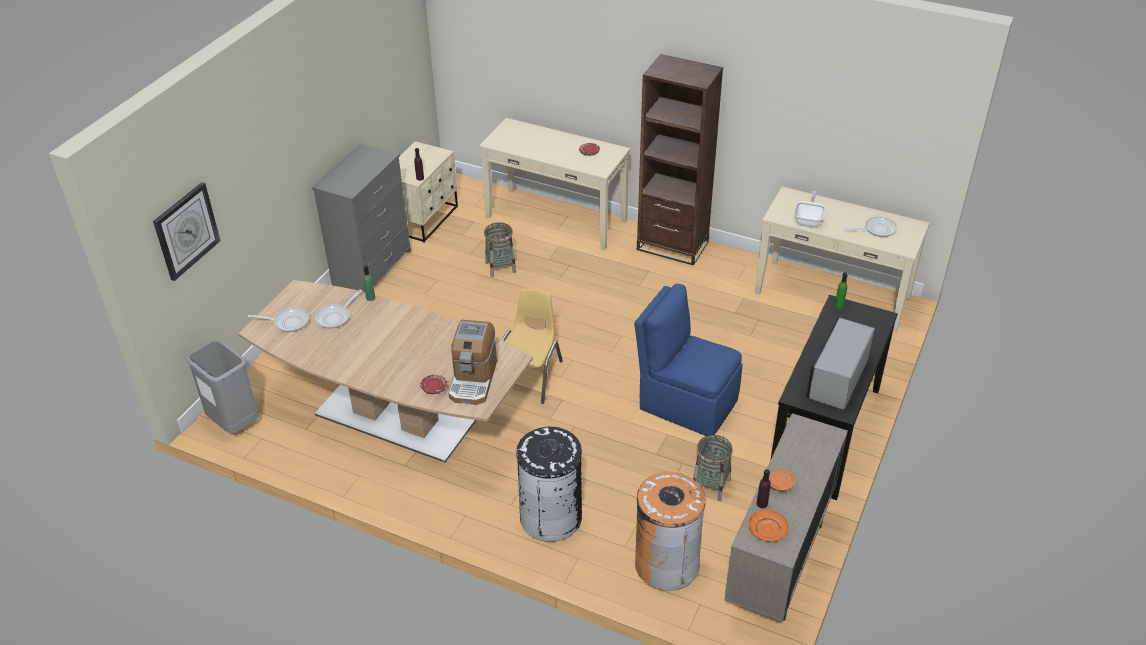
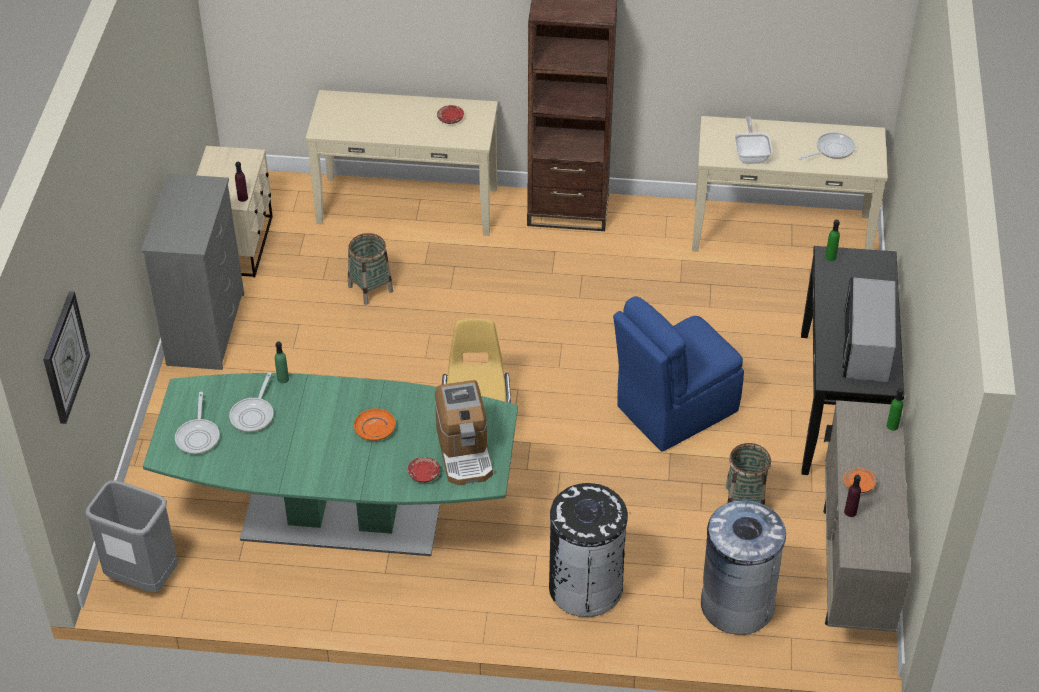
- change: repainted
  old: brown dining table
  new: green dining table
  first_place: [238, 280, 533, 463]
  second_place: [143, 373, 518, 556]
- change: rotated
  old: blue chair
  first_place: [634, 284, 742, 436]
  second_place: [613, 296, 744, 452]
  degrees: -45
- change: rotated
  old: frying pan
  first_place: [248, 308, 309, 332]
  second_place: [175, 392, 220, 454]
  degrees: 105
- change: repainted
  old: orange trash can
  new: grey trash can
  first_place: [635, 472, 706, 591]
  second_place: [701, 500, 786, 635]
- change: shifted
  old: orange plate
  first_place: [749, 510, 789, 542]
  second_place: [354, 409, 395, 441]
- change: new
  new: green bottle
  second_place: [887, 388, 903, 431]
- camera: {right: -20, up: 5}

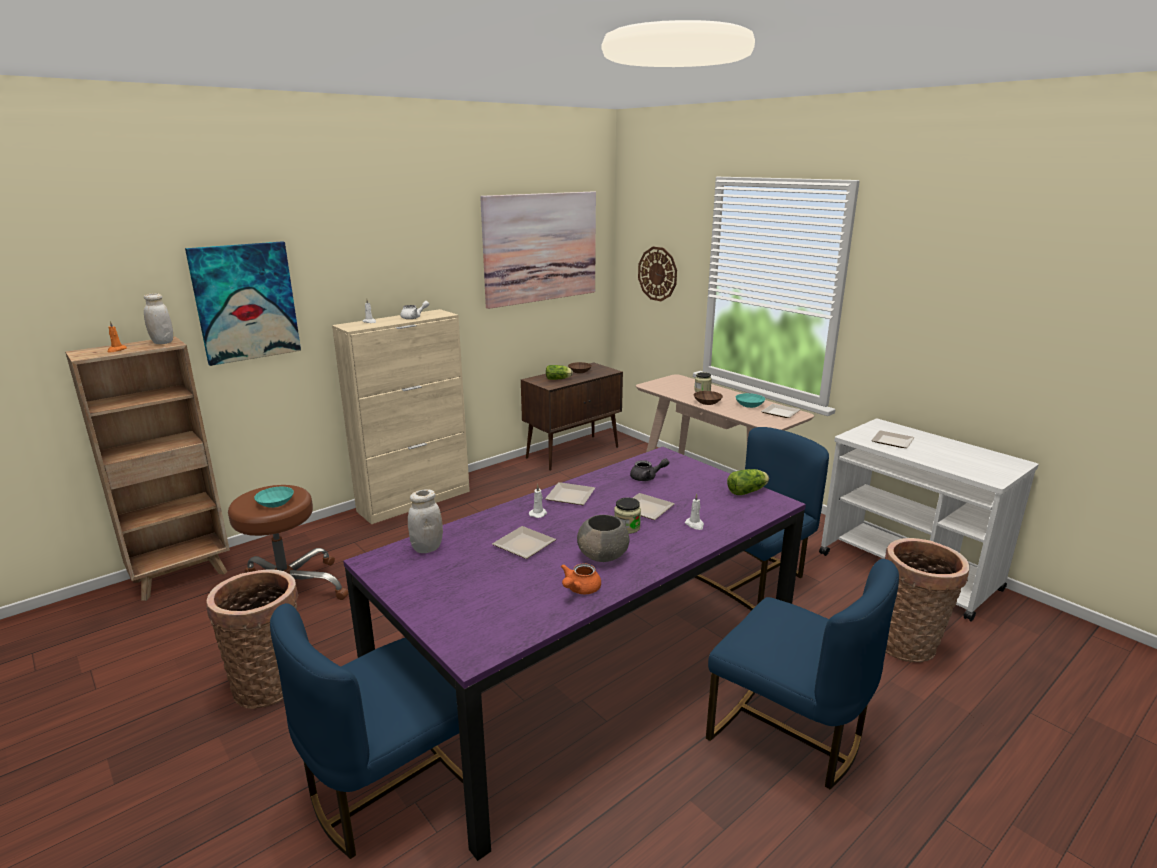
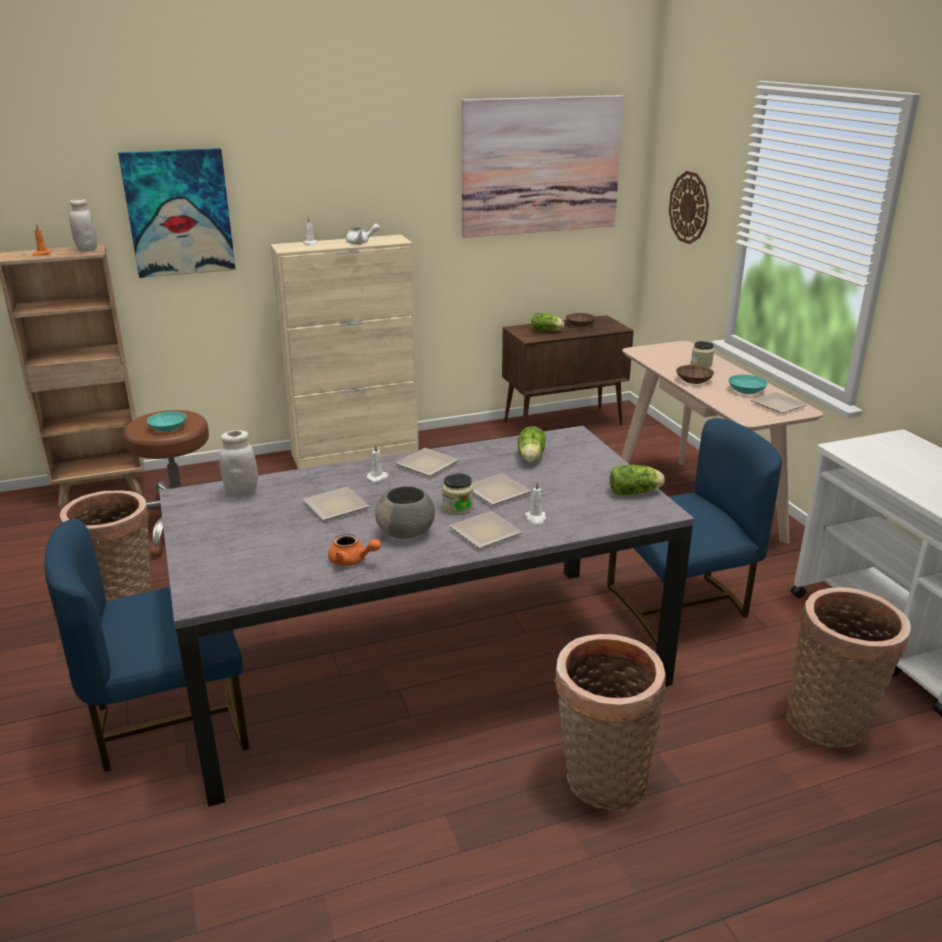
- change: shifted
  old: plate
  first_place: [871, 430, 915, 448]
  second_place: [449, 511, 522, 549]
- change: repainted
  old: purple dining table
  new: grey dining table
  first_place: [343, 447, 806, 861]
  second_place: [159, 426, 694, 807]
- change: swapped
  old: grey teapot
  new: lettuce
  first_place: [630, 458, 669, 481]
  second_place: [518, 426, 546, 462]
- change: swapped
  old: blue chair
  new: basket
  first_place: [706, 559, 899, 789]
  second_place: [554, 634, 666, 811]
- change: rotated
  old: orange teapot
  first_place: [561, 563, 601, 594]
  second_place: [328, 533, 381, 566]
  degrees: -120
- camera: {right: 20, up: 5}

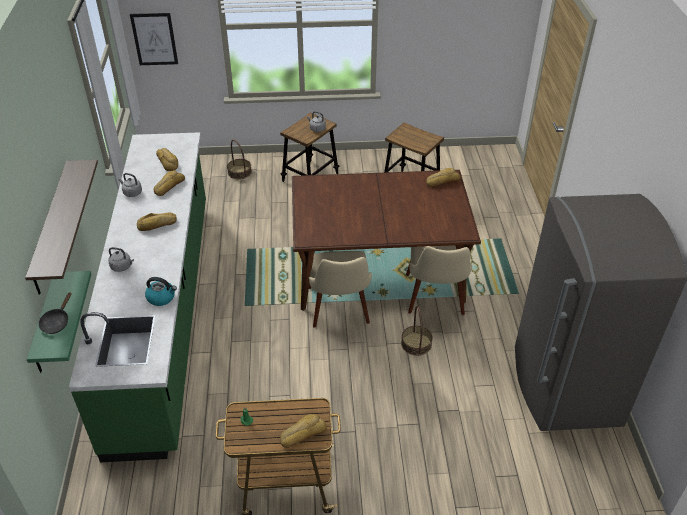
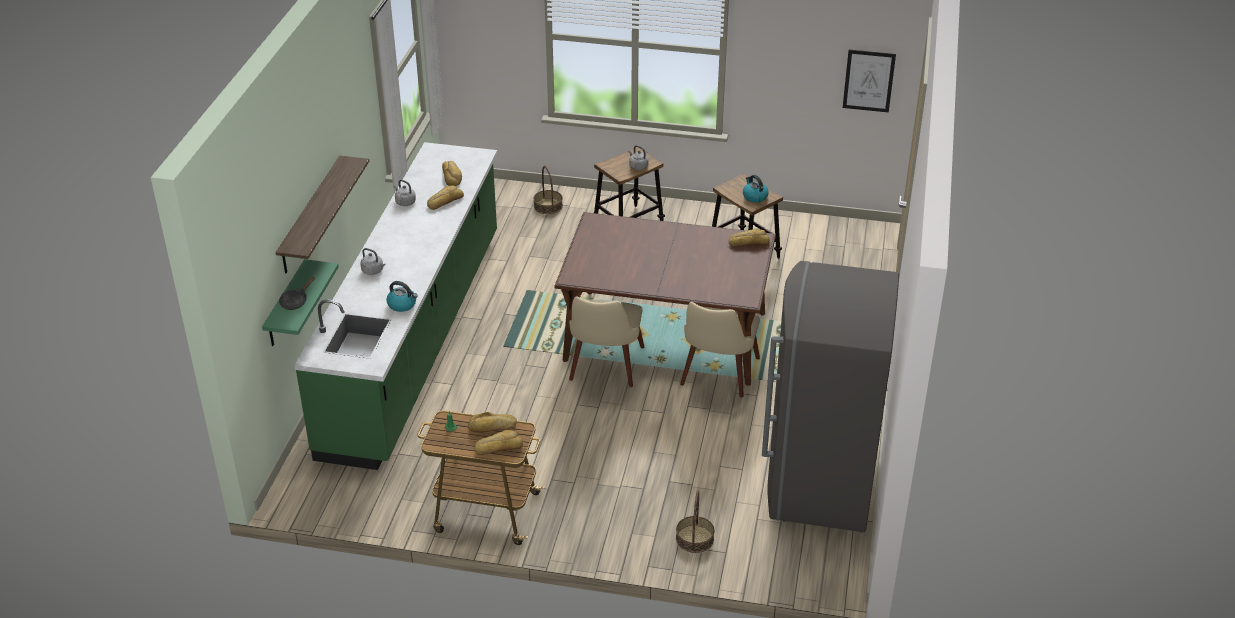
- change: shifted
  old: picture
  first_place: [130, 13, 178, 65]
  second_place: [843, 50, 896, 112]
- change: shifted
  old: bread
  first_place: [137, 213, 177, 231]
  second_place: [468, 412, 517, 433]
- change: shifted
  old: basket
  first_place: [401, 306, 433, 356]
  second_place: [676, 491, 714, 553]
- change: new
  new: kettle
  second_place: [743, 175, 769, 203]
- camera: {right: 15, up: -5}

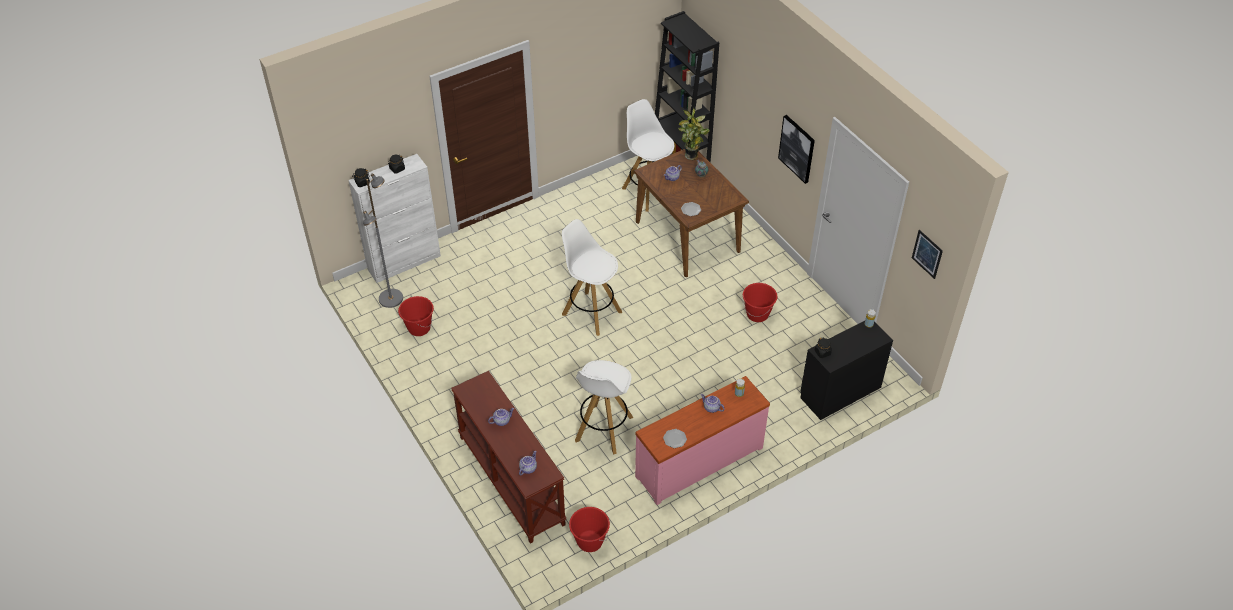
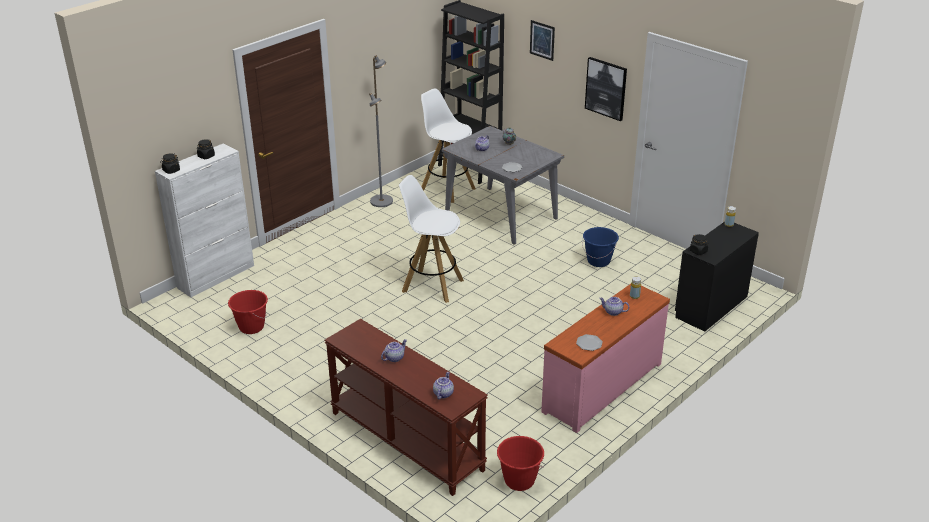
- change: gone
  old: potted plant
  first_place: [678, 108, 710, 160]
- change: repainted
  old: brown dining table
  new: grey dining table
  first_place: [634, 149, 749, 277]
  second_place: [442, 126, 564, 245]
- change: shifted
  old: grey floor lamp
  first_place: [363, 173, 403, 308]
  second_place: [369, 55, 393, 207]
- change: shifted
  old: picture
  first_place: [912, 230, 943, 279]
  second_place: [530, 20, 555, 61]
- change: repainted
  old: red bucket
  new: blue bucket
  first_place: [743, 283, 777, 322]
  second_place: [582, 227, 619, 267]
- change: gone
  old: white stool
  first_place: [575, 360, 633, 455]
- camera: {right: -15, up: -15}

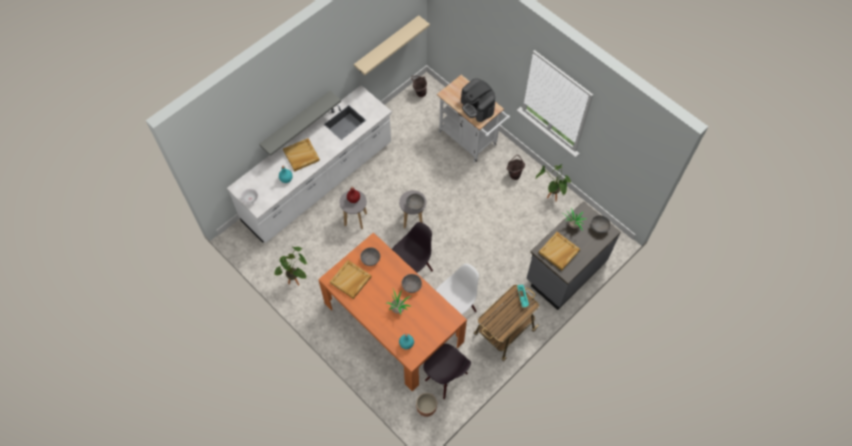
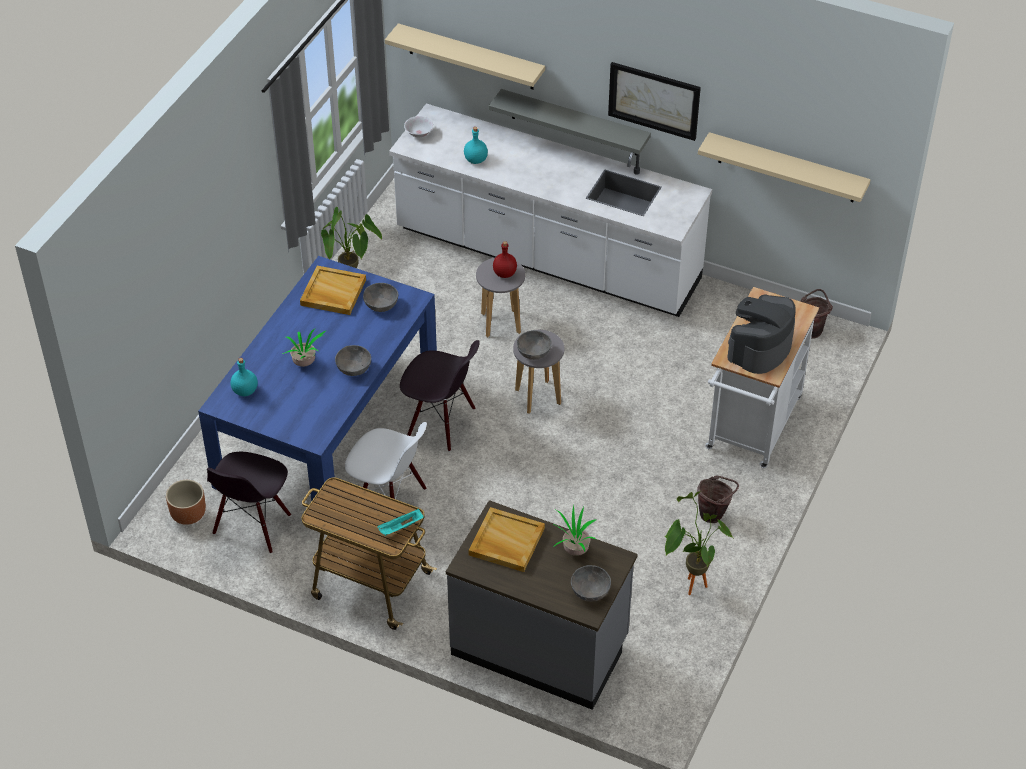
- change: gone
  old: beige tray
  first_place: [283, 138, 320, 172]
- change: repainted
  old: orange dining table
  new: blue dining table
  first_place: [318, 232, 467, 391]
  second_place: [198, 256, 437, 502]
- change: new
  new: beige shelf
  second_place: [385, 23, 545, 89]
- change: new
  new: picture
  second_place: [608, 62, 701, 141]
- camera: {right: 70, up: -15}

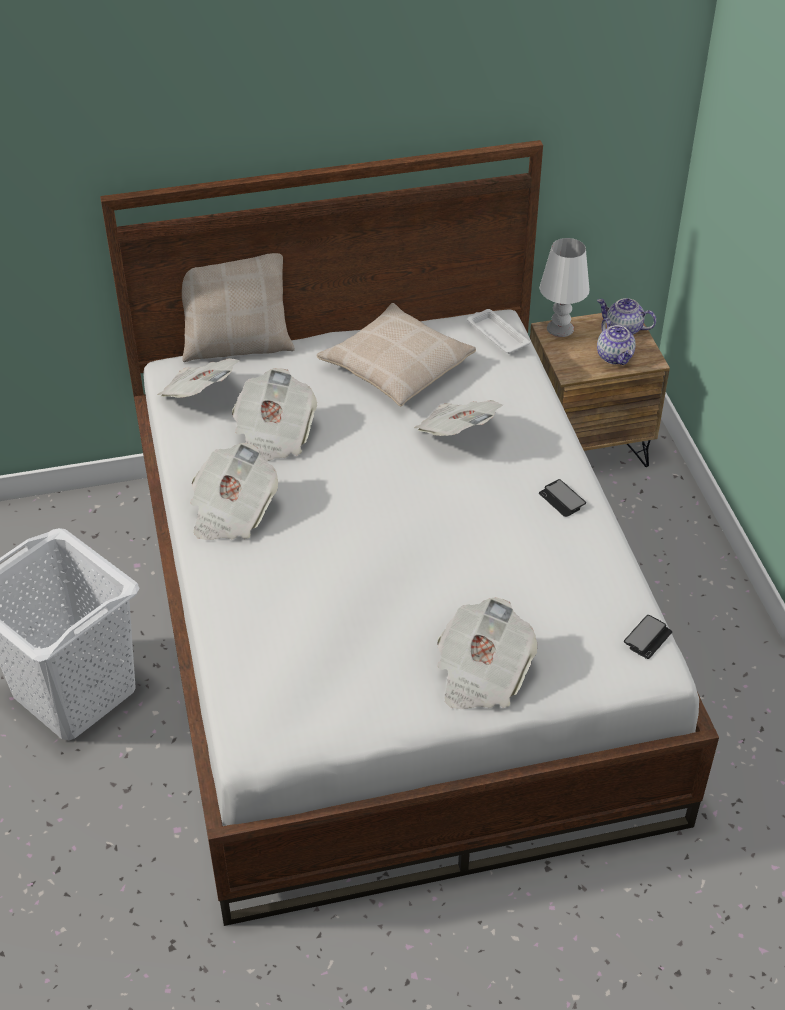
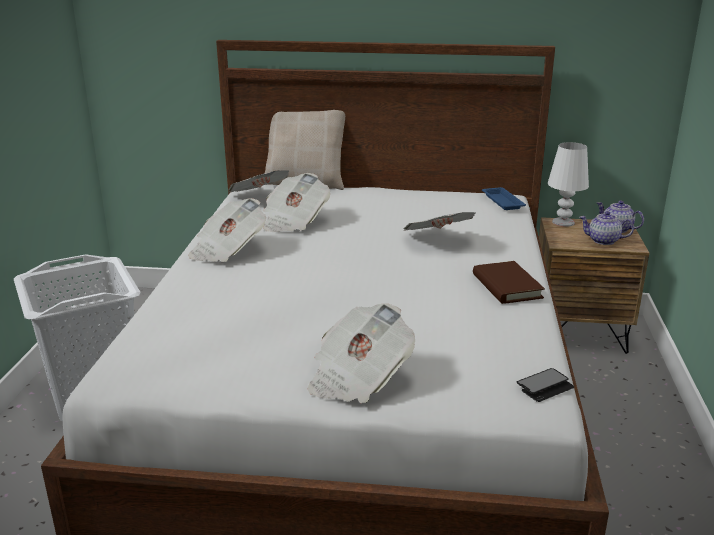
- change: gone
  old: beige pillow
  first_place: [317, 303, 476, 406]
- change: repainted
  old: white tray
  new: blue tray
  first_place: [467, 309, 530, 354]
  second_place: [482, 187, 526, 210]
- change: rotated
  old: teapot
  first_place: [597, 318, 636, 365]
  second_place: [579, 211, 634, 245]
  degrees: 105
- change: swapped
  old: phone
  new: brown book
  first_place: [539, 479, 586, 517]
  second_place: [473, 261, 545, 304]
- camera: {right: 20, up: -20}

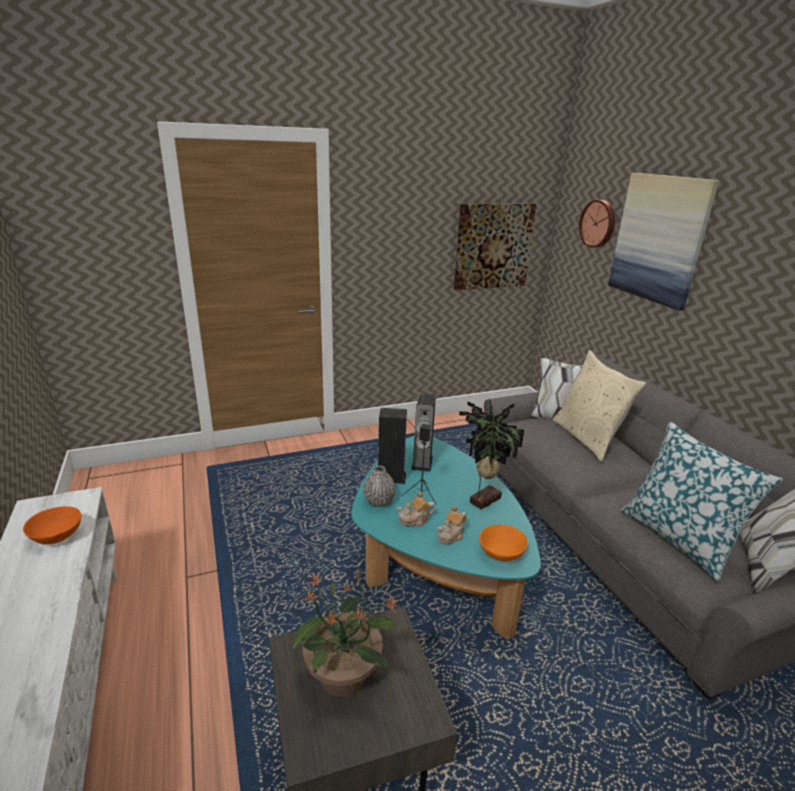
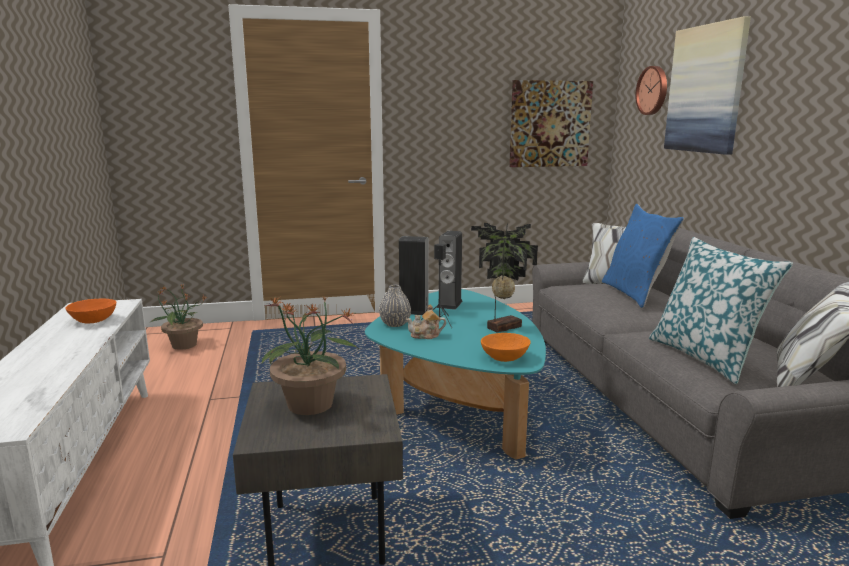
- change: repainted
  old: beige pillow
  new: blue pillow
  first_place: [553, 350, 647, 462]
  second_place: [602, 204, 685, 308]
- change: gone
  old: teapot
  first_place: [437, 506, 467, 544]
- change: new
  new: potted plant
  second_place: [151, 284, 207, 350]
- camera: {right: 10, up: -10}

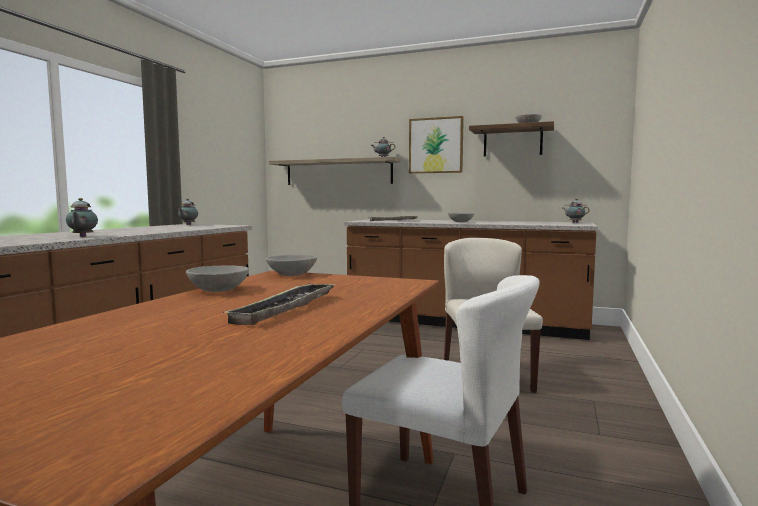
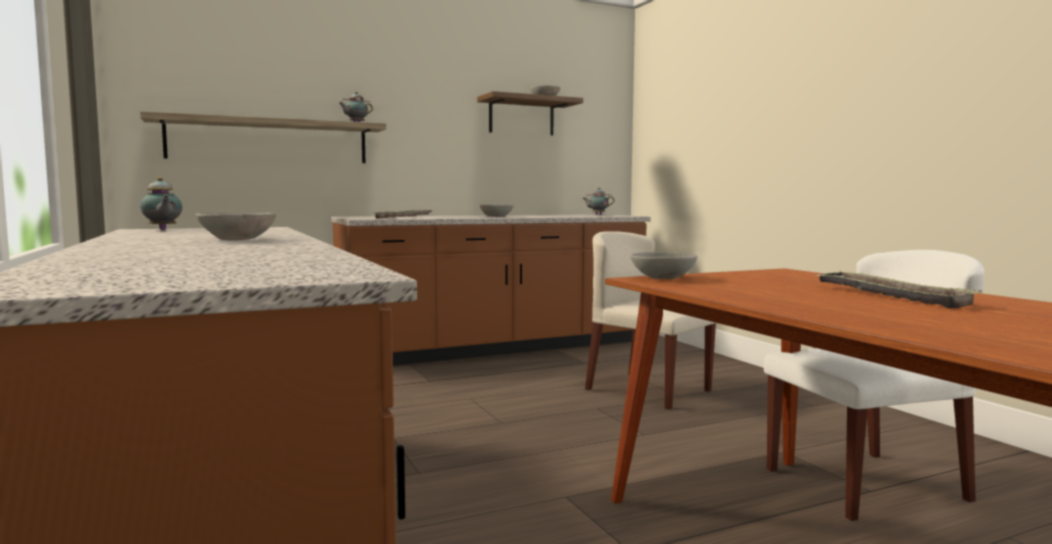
- change: gone
  old: picture
  first_place: [409, 116, 464, 174]
- change: gone
  old: teapot
  first_place: [66, 198, 98, 237]
- change: shifted
  old: grey bowl
  first_place: [186, 265, 249, 292]
  second_place: [196, 213, 276, 241]
- camera: {right: -45, up: 0}

